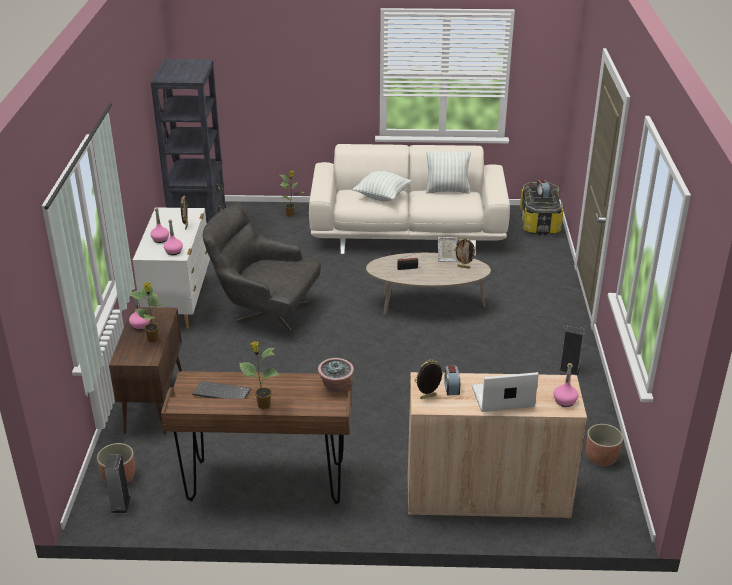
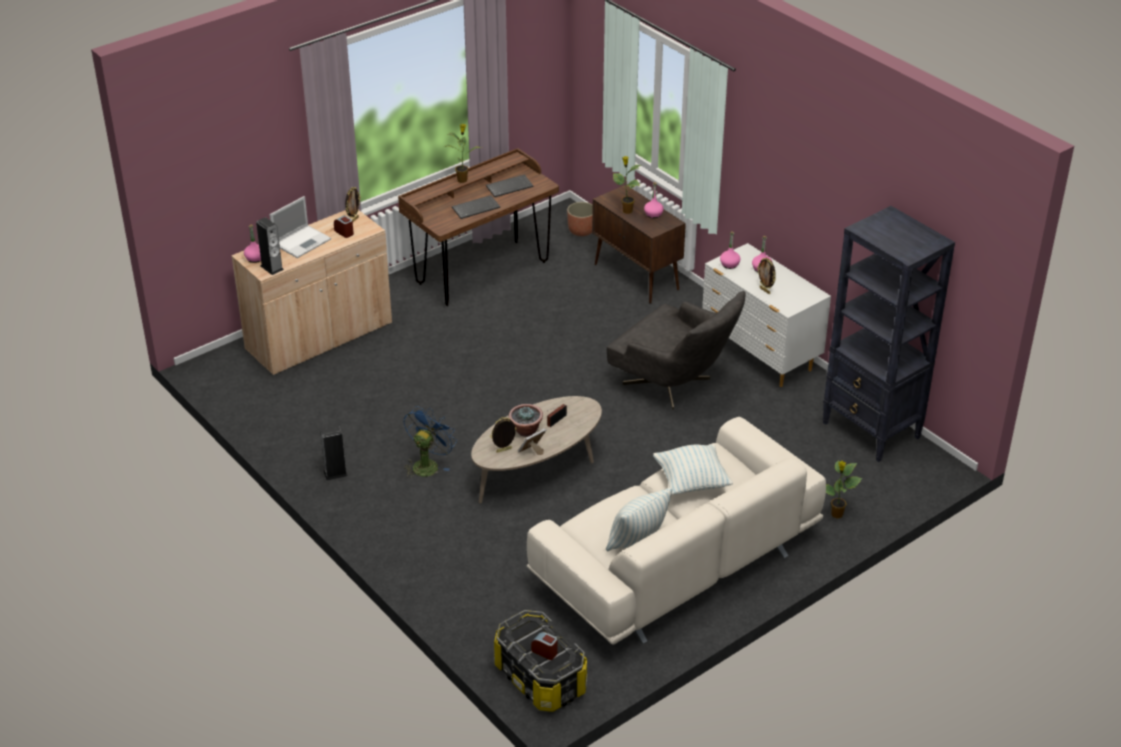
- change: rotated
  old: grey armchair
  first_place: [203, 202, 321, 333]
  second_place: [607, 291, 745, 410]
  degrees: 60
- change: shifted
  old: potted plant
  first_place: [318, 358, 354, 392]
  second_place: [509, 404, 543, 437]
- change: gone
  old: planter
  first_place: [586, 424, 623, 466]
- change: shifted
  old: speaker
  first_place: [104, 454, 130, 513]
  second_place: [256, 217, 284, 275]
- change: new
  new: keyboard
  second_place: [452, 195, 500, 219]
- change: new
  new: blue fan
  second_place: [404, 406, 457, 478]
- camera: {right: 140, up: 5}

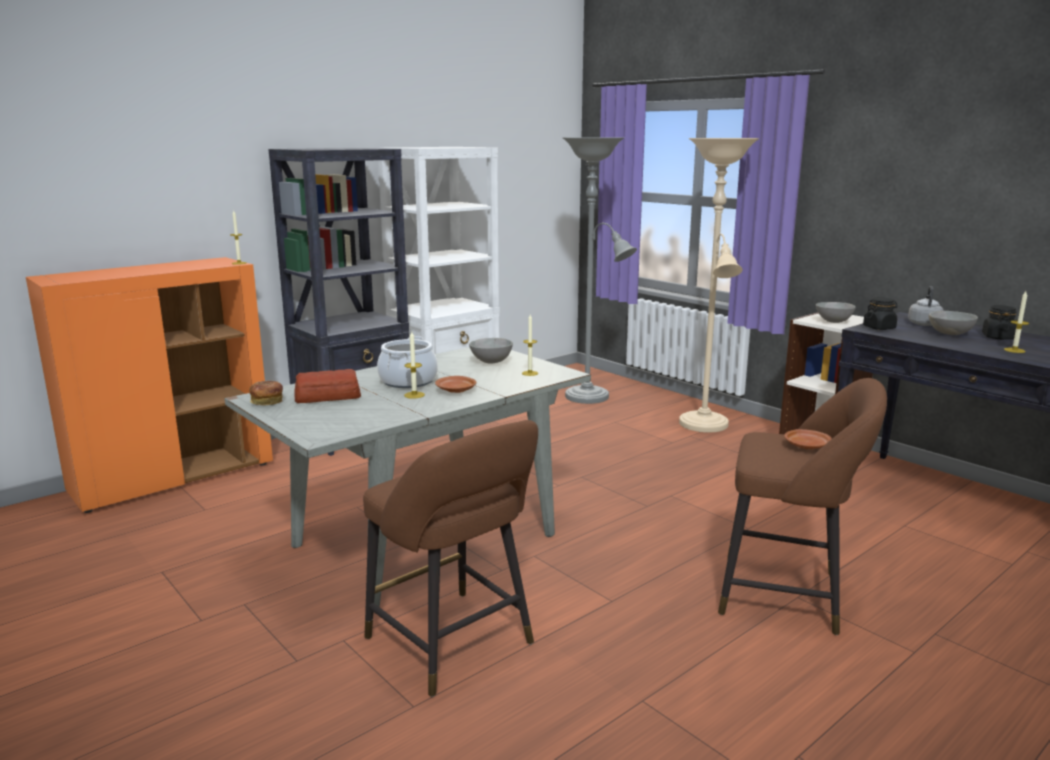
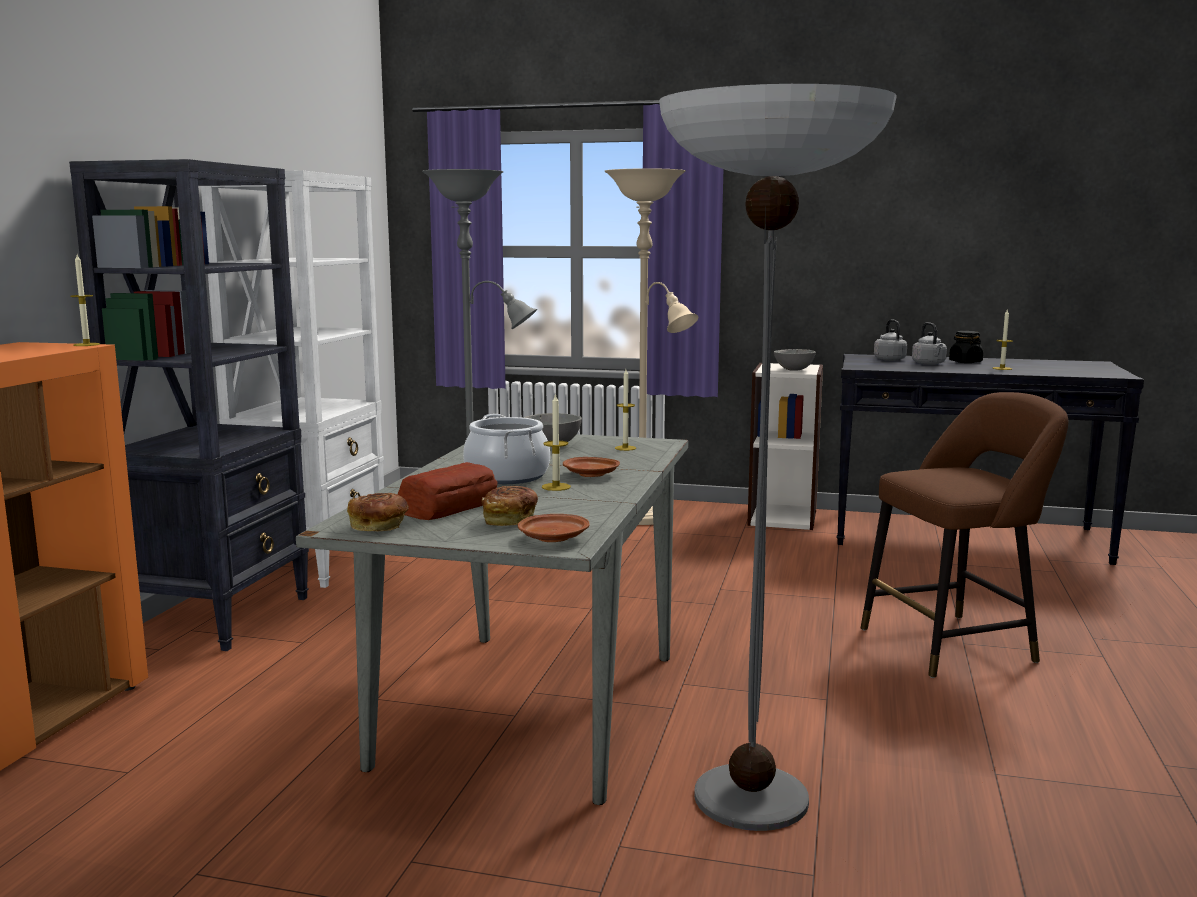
- change: gone
  old: black jar
  first_place: [863, 297, 897, 330]
- change: swapped
  old: grey bowl
  new: grey kettle
  first_place: [929, 311, 978, 335]
  second_place: [912, 322, 947, 365]
- change: swapped
  old: brown stool
  new: floor lamp
  first_place: [363, 420, 538, 697]
  second_place: [659, 84, 897, 831]
- change: shifted
  old: brown plate
  first_place: [784, 429, 832, 449]
  second_place: [518, 514, 590, 542]
- change: new
  new: bread
  second_place: [481, 486, 538, 526]
- camera: {right: -35, up: -5}

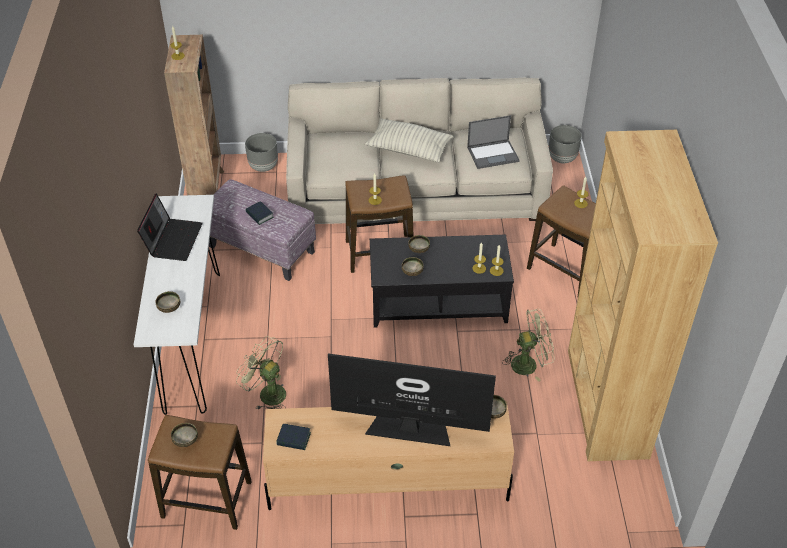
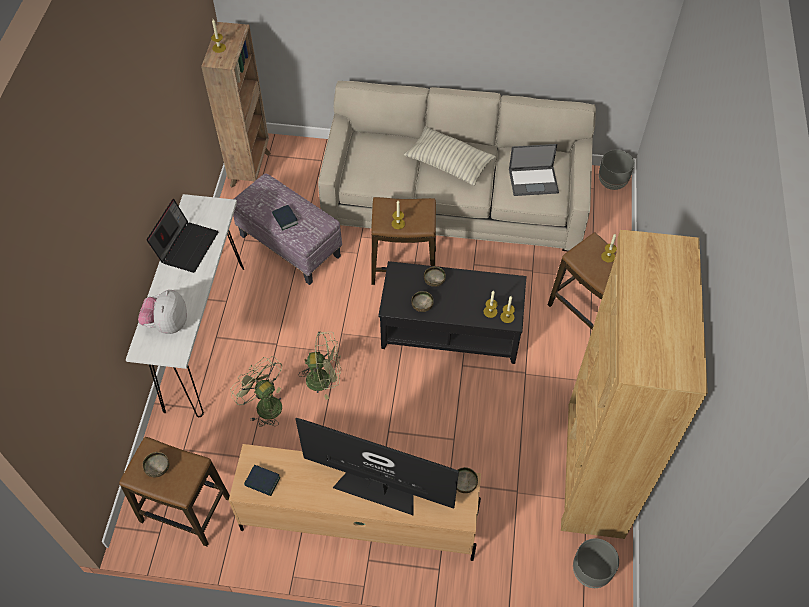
- change: shifted
  old: grey planter
  first_place: [245, 133, 278, 172]
  second_place: [573, 538, 619, 588]
- change: swapped
  old: bowl
  new: plush toy
  first_place: [156, 291, 180, 313]
  second_place: [138, 290, 187, 334]
- change: shifted
  old: green fan
  first_place: [502, 309, 555, 382]
  second_place: [299, 331, 341, 400]
- camera: {right: 10, up: 10}

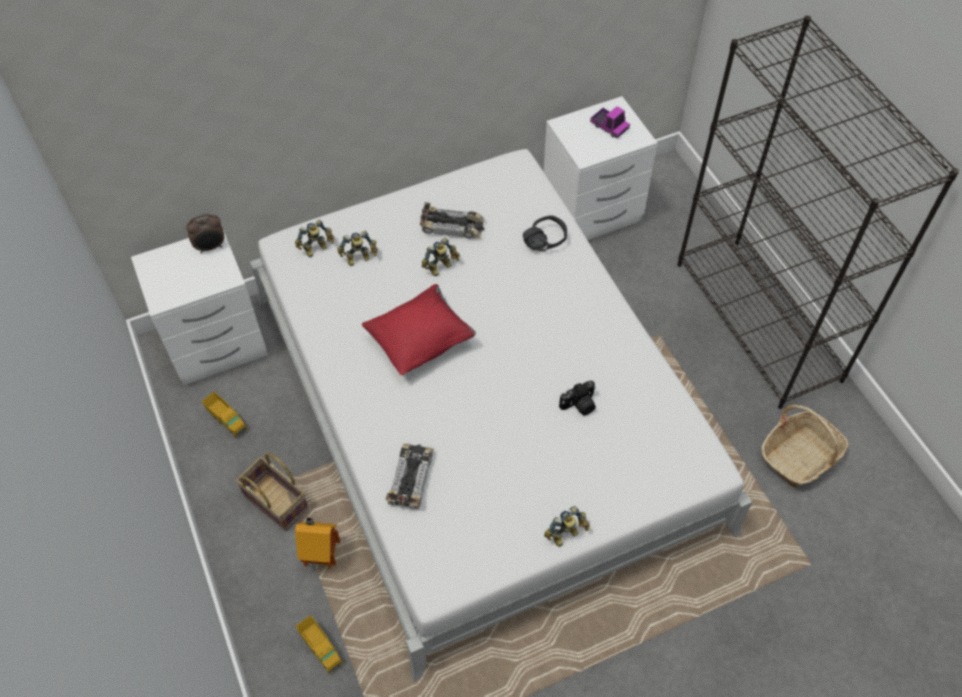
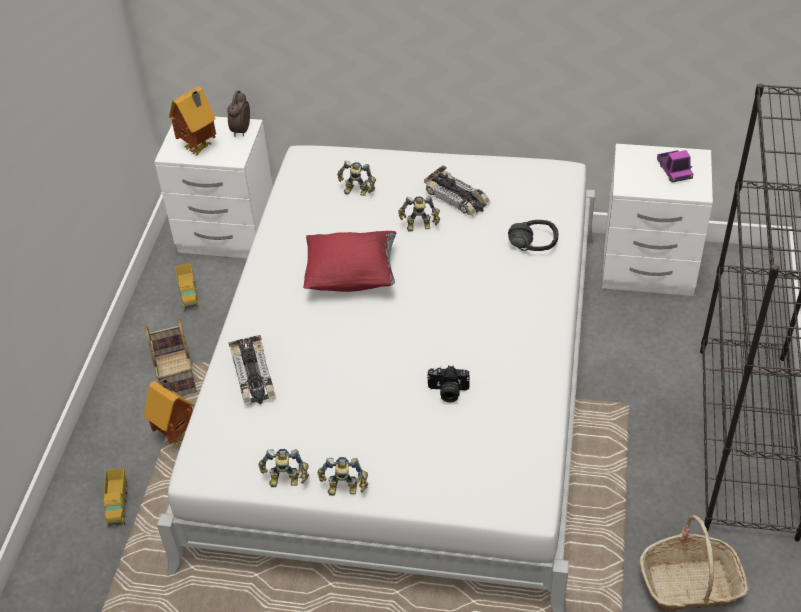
- change: rotated
  old: alarm clock
  first_place: [186, 214, 224, 253]
  second_place: [227, 90, 250, 137]
  degrees: 90
- change: shifted
  old: toy robot
  first_place: [295, 219, 335, 257]
  second_place: [258, 449, 309, 487]
- change: rotated
  old: toy car
  first_place: [386, 443, 434, 510]
  second_place: [228, 335, 276, 405]
  degrees: 120
- change: new
  new: toy house
  second_place: [169, 86, 216, 156]
- camera: {right: 35, up: -10}

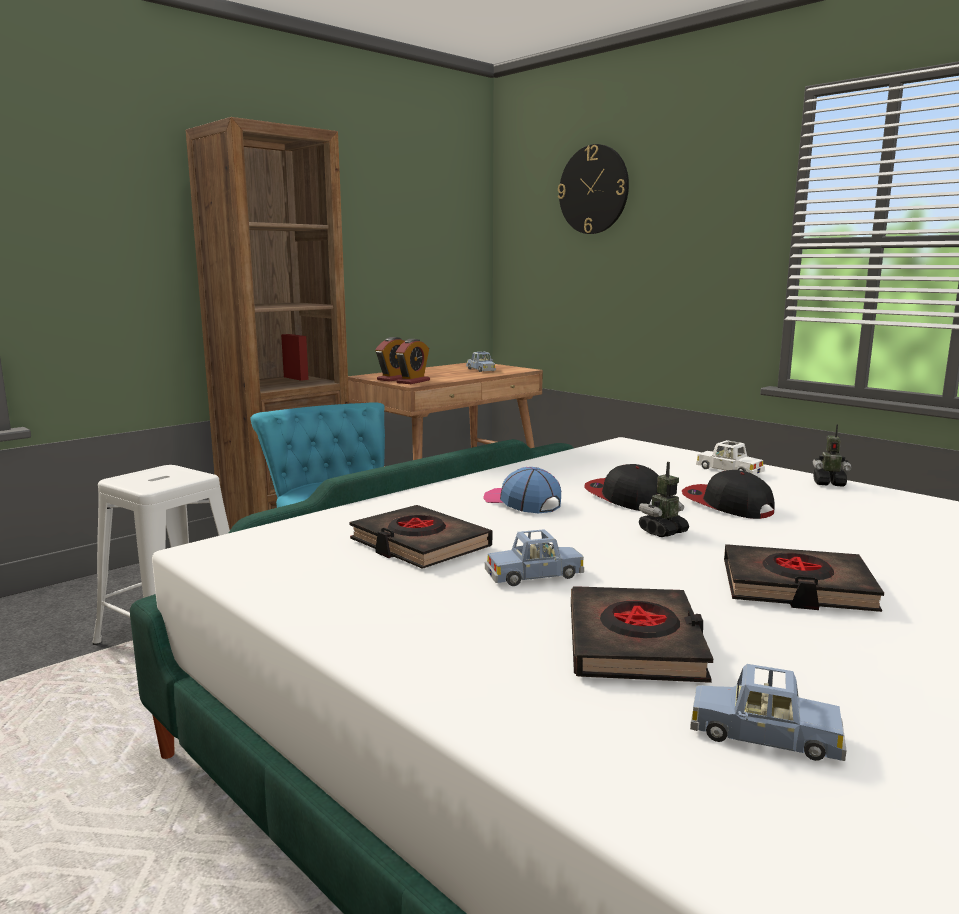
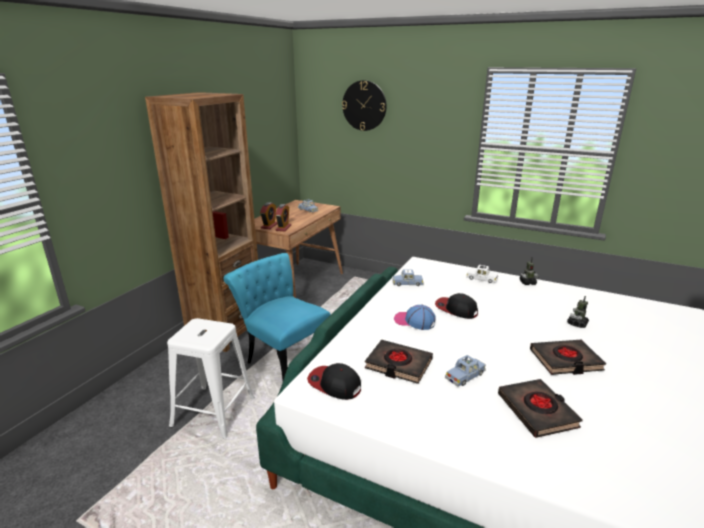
- change: shifted
  old: toy robot
  first_place: [639, 462, 689, 537]
  second_place: [567, 296, 589, 328]
- change: shifted
  old: cap
  first_place: [682, 470, 775, 519]
  second_place: [307, 363, 361, 400]
- change: shifted
  old: blue toy car
  first_place: [690, 664, 847, 761]
  second_place: [393, 269, 424, 286]
- camera: {right: -20, up: 10}

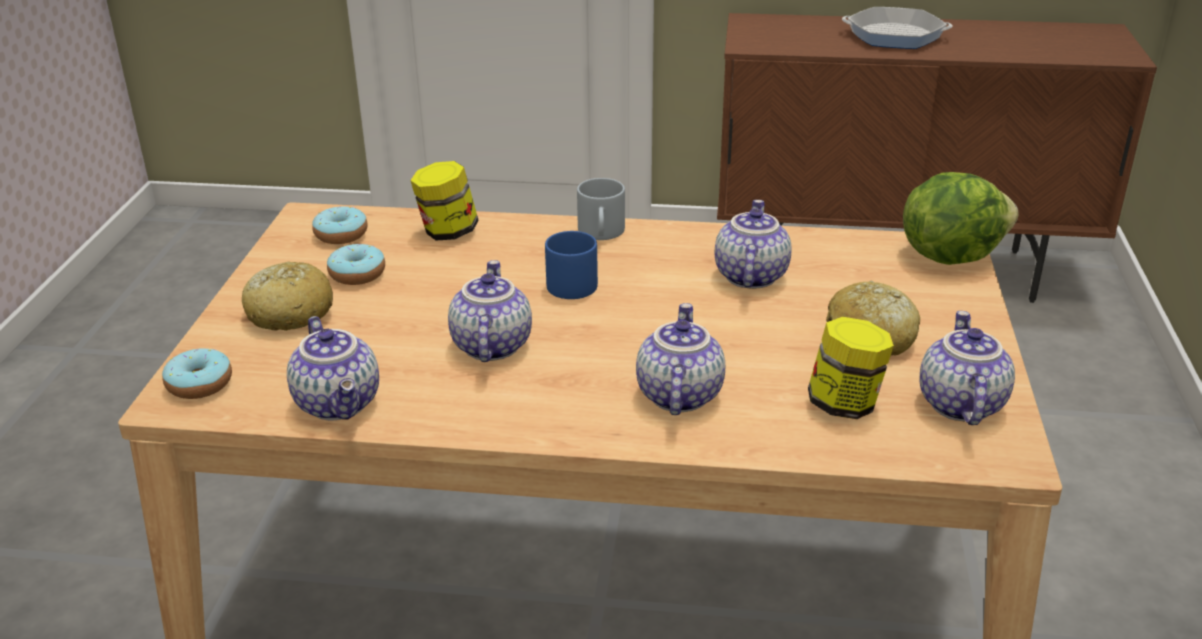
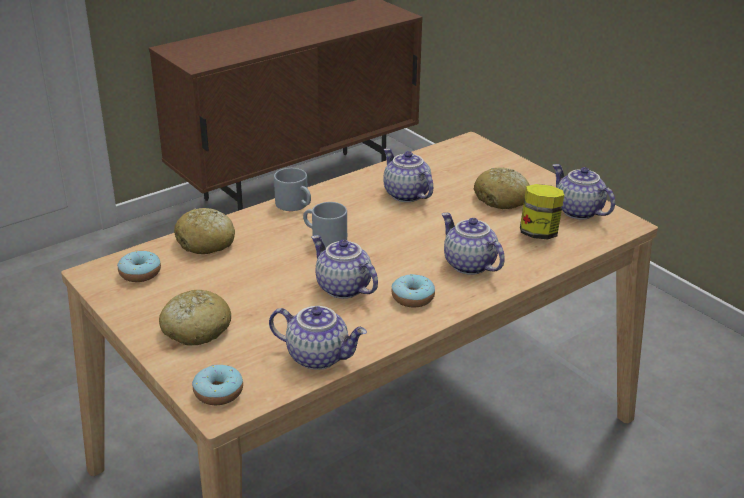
- change: gone
  old: frying pan
  first_place: [842, 7, 952, 49]
- change: swapped
  old: jar
  new: bread
  first_place: [410, 161, 479, 240]
  second_place: [174, 208, 235, 254]
- change: gone
  old: lettuce
  first_place: [903, 172, 1019, 265]
- change: repainted
  old: blue mug
  new: grey mug
  first_place: [545, 231, 598, 299]
  second_place: [303, 202, 347, 248]
- change: shifted
  old: donut
  first_place: [327, 244, 385, 285]
  second_place: [391, 274, 435, 308]
- camera: {right: -45, up: 0}

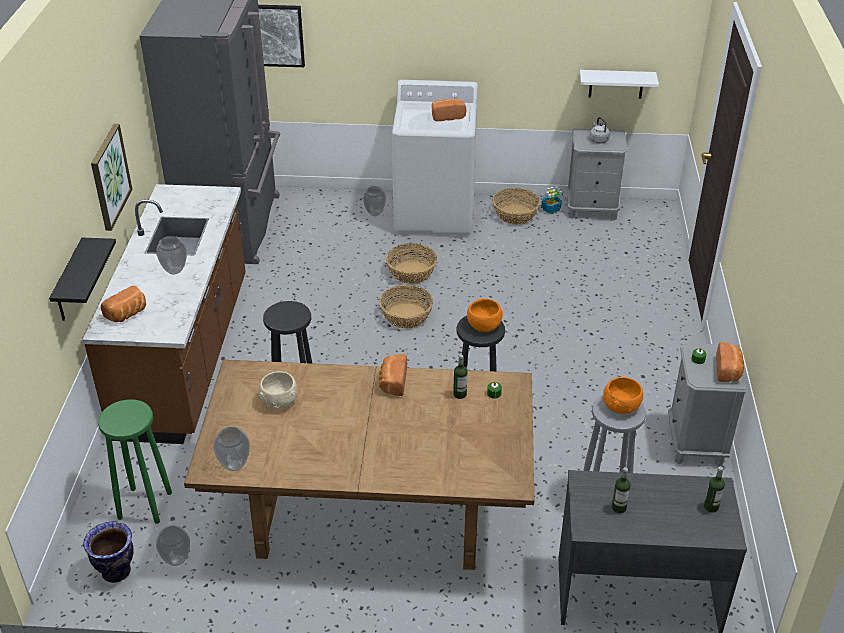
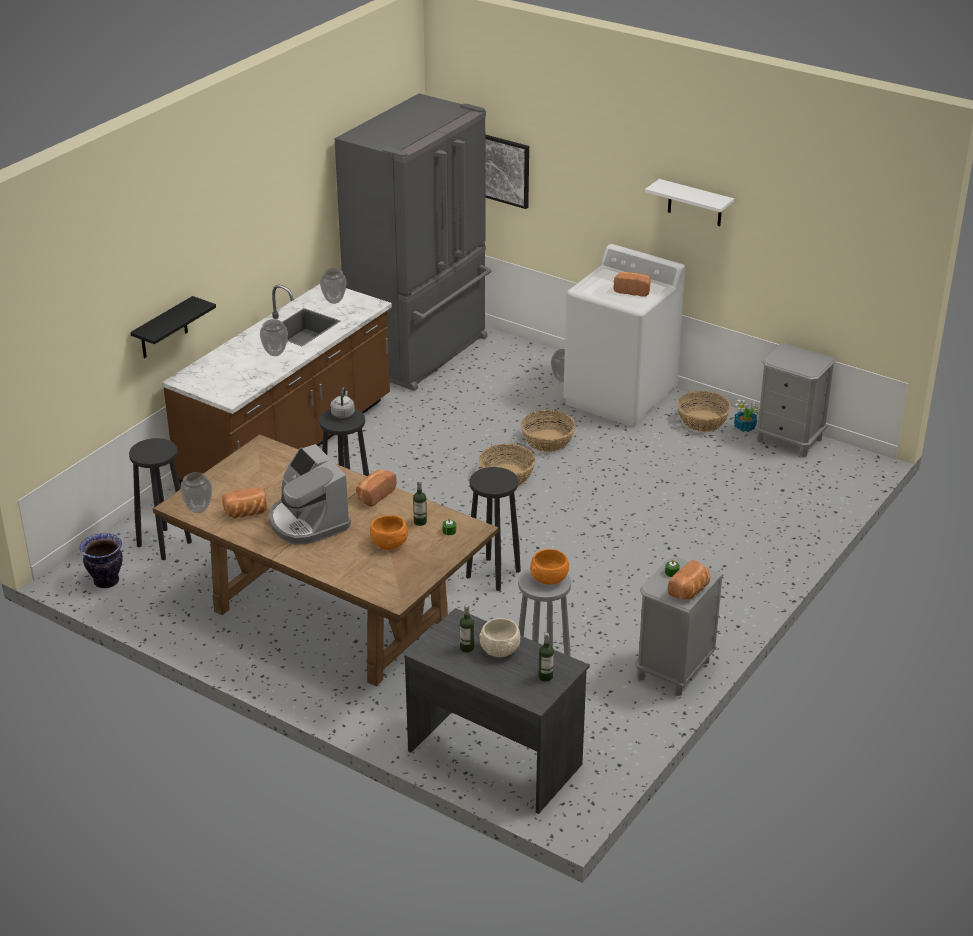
- change: shifted
  old: white shelf
  first_place: [580, 70, 659, 99]
  second_place: [645, 179, 734, 226]
- change: shifted
  old: grey kettle
  first_place: [590, 117, 610, 143]
  second_place: [331, 387, 355, 418]
- change: gone
  old: picture
  first_place: [91, 124, 132, 231]
- change: shifted
  old: bread
  first_place: [101, 286, 146, 322]
  second_place: [222, 487, 267, 518]
- change: shifted
  old: orange bowl
  first_place: [467, 298, 503, 332]
  second_place: [370, 515, 408, 550]
- change: shifted
  old: beige bowl
  first_place: [259, 371, 298, 409]
  second_place: [479, 618, 520, 657]
- change: repainted
  old: green stool
  new: black stool
  first_place: [98, 399, 172, 524]
  second_place: [129, 438, 192, 560]
- change: shifted
  old: vase
  first_place: [156, 525, 190, 566]
  second_place: [320, 268, 347, 304]
- change: new
  new: coffee machine
  second_place: [269, 444, 351, 545]
- camera: {right: 30, up: -5}

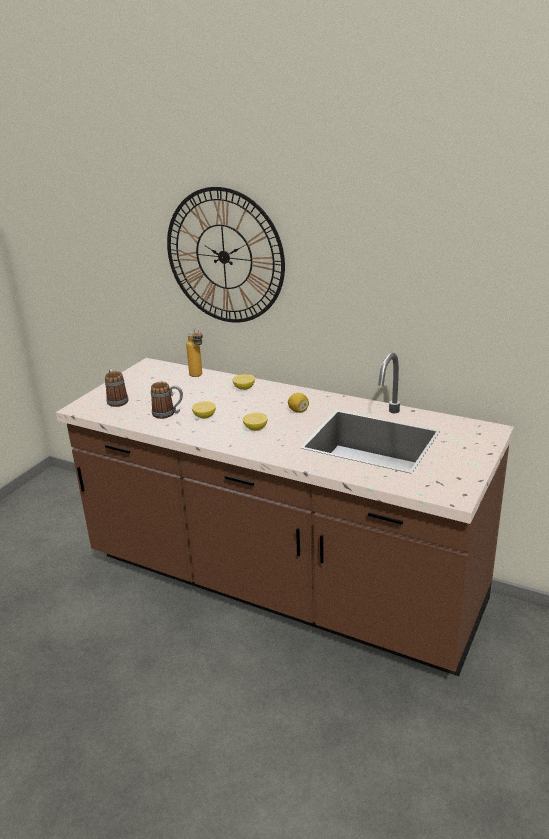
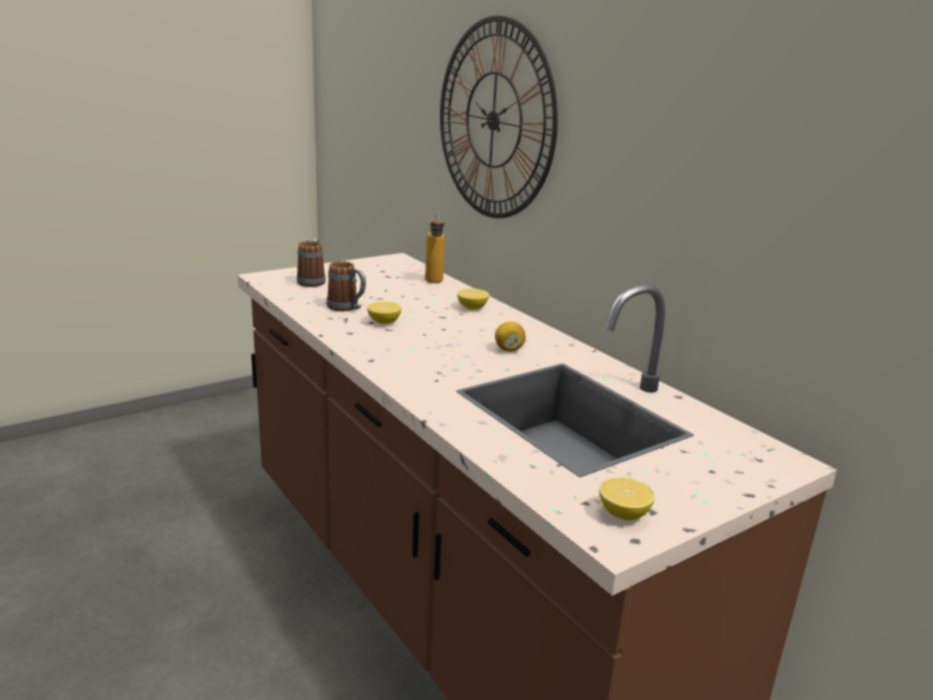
- change: shifted
  old: lemon
  first_place: [243, 413, 268, 431]
  second_place: [599, 477, 655, 521]
- camera: {right: 25, up: -5}

